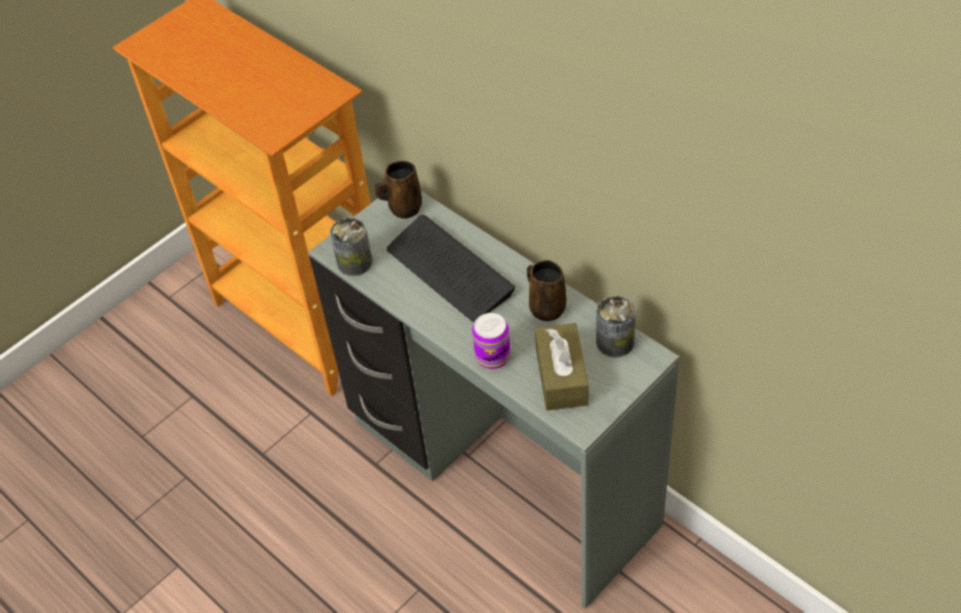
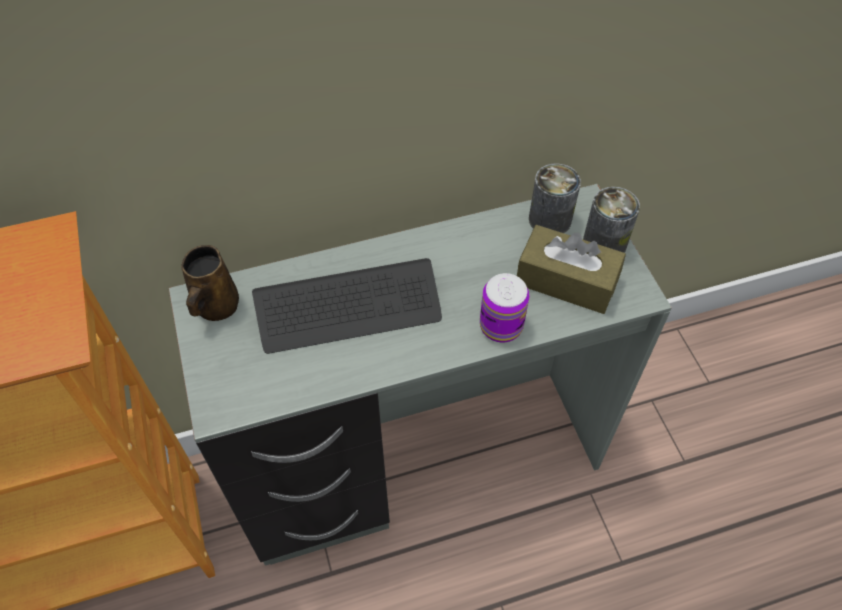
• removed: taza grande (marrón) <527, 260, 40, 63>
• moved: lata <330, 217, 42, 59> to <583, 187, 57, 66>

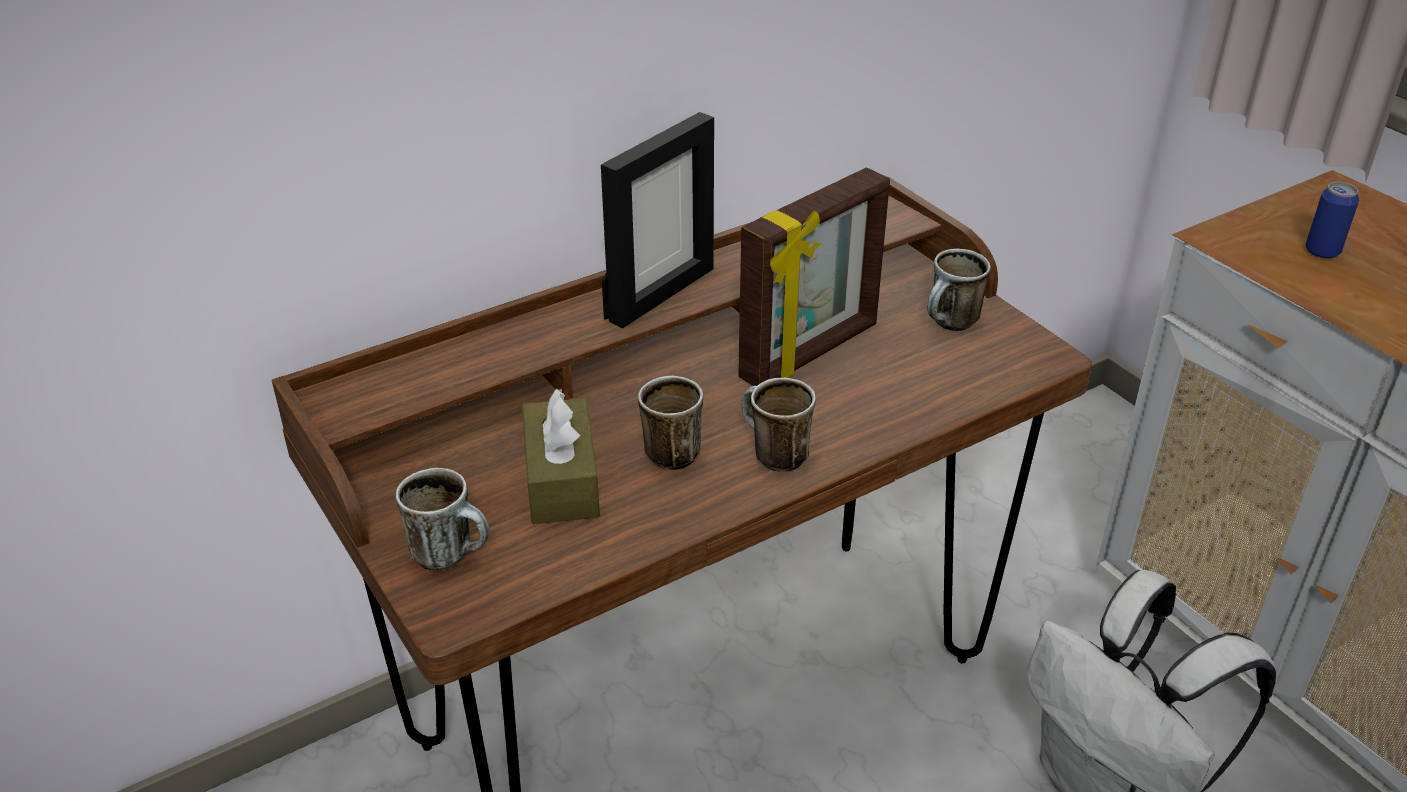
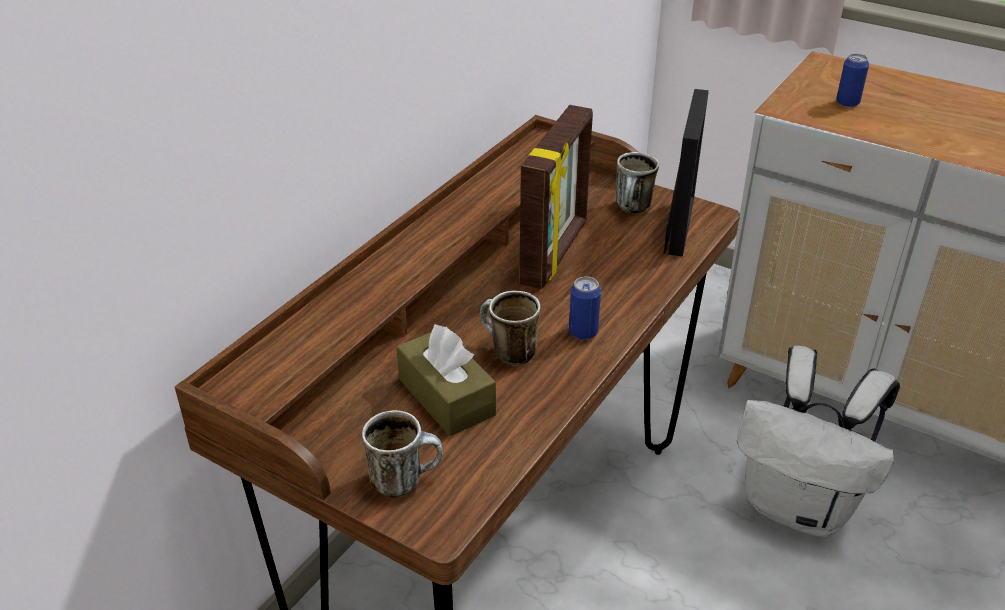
• moved: portarretratos <601, 112, 113, 216> to <664, 89, 45, 168>
• replaced: taza grande <741, 377, 75, 95> to lata <569, 276, 32, 64>

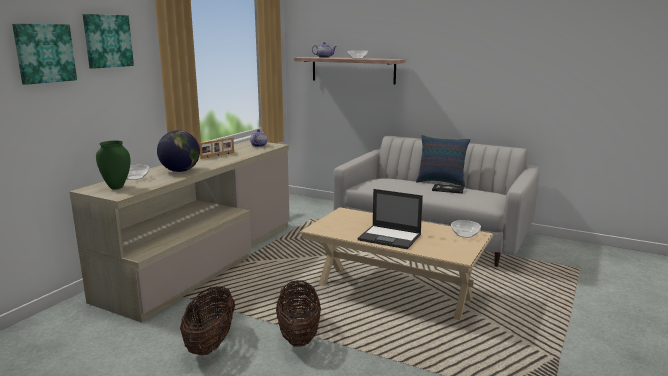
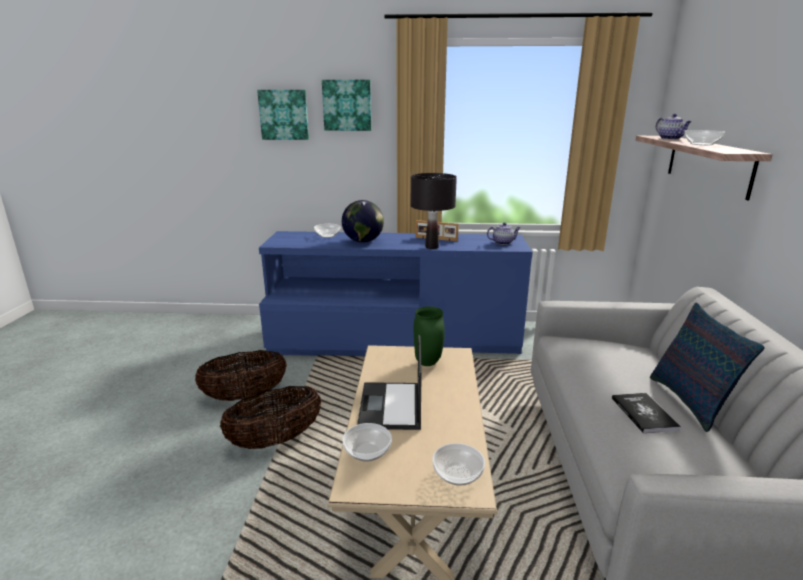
• added: cuenco <342, 423, 50, 39>
• added: lámpara de mesa (negro) <411, 173, 46, 76>
• moved: florero (verde) <96, 141, 35, 49> to <414, 306, 31, 60>
• recoloured: mueble de televisión (beis) <69, 140, 221, 183> to mueble de televisión (azul) <259, 231, 274, 125>

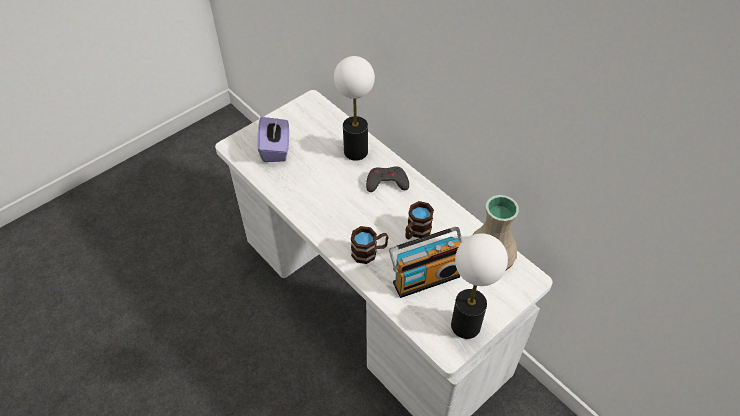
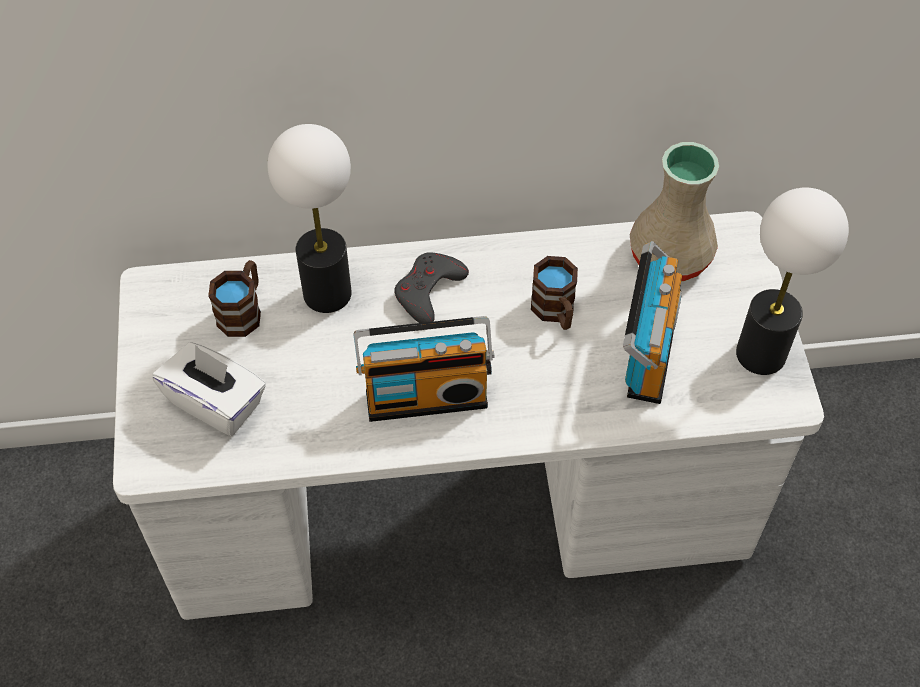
• added: radio <354, 316, 140, 106>
• moved: taza grande (marrón) <351, 226, 37, 38> to <208, 260, 53, 77>
• recoloured: caja de pañuelos (morado) <257, 117, 32, 45> to caja de pañuelos (blanco) <152, 342, 114, 94>

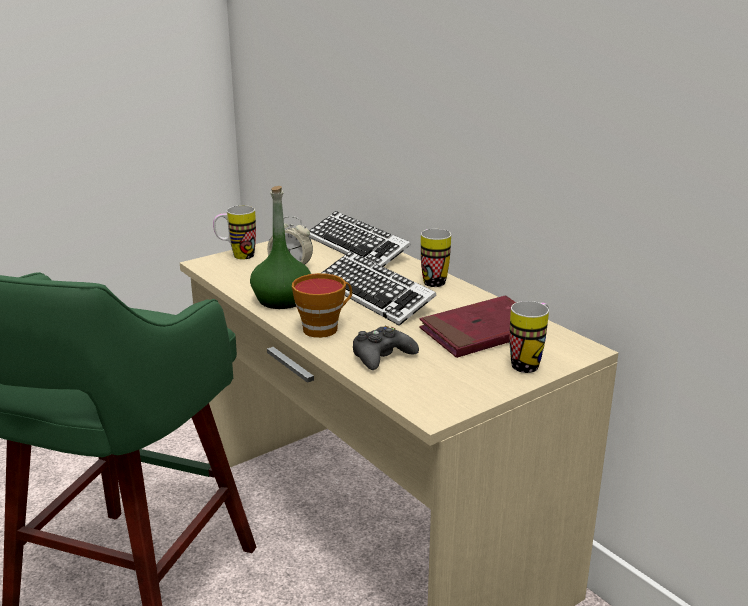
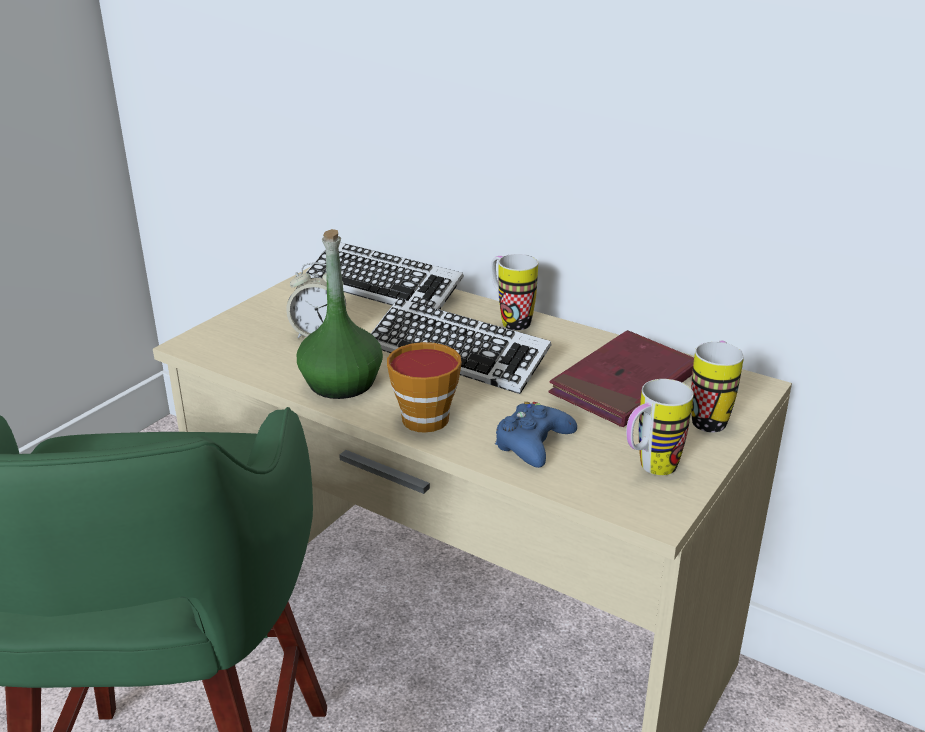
• moved: taza grande <213, 205, 43, 55> to <626, 379, 68, 96>
• recoloured: mando de consola (negro) <353, 326, 66, 44> to mando de consola (azul) <495, 402, 82, 66>

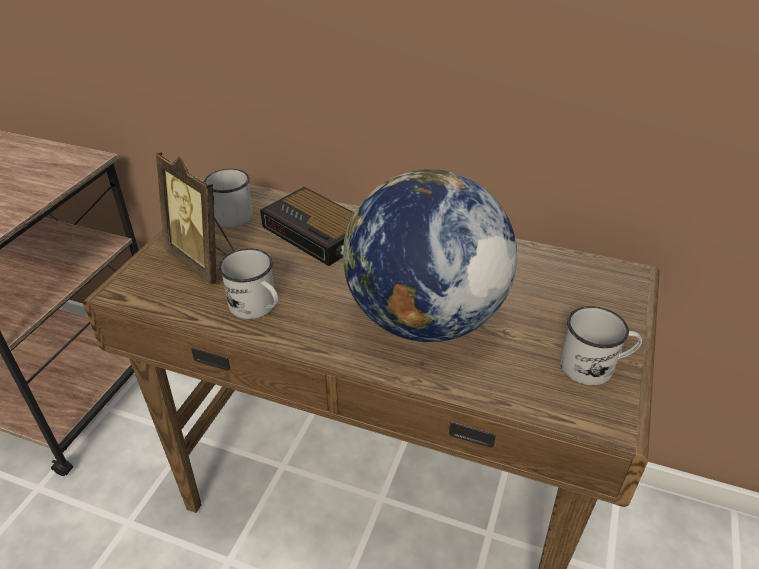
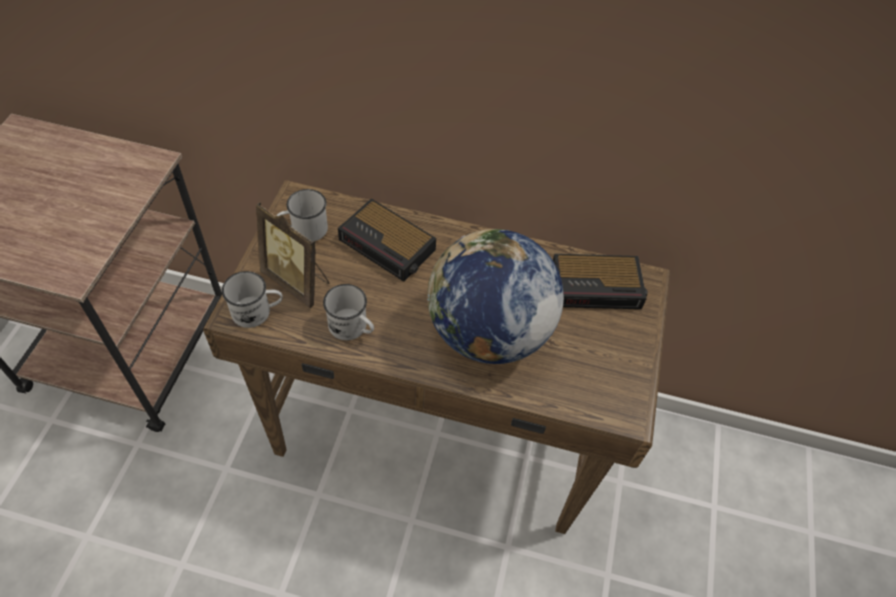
• added: despertador <553, 254, 95, 55>
• moved: taza grande (blanco) <560, 306, 82, 79> to <222, 271, 61, 57>

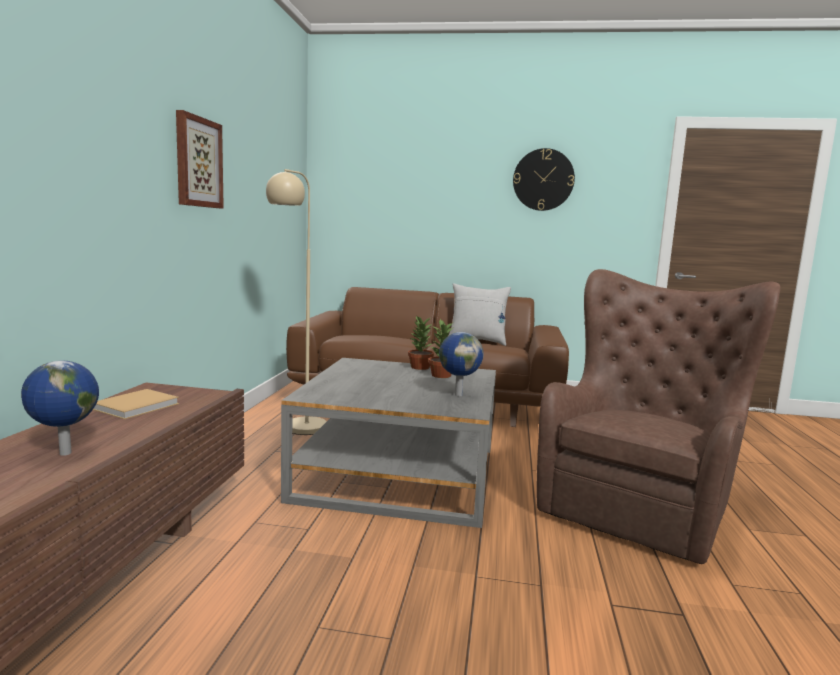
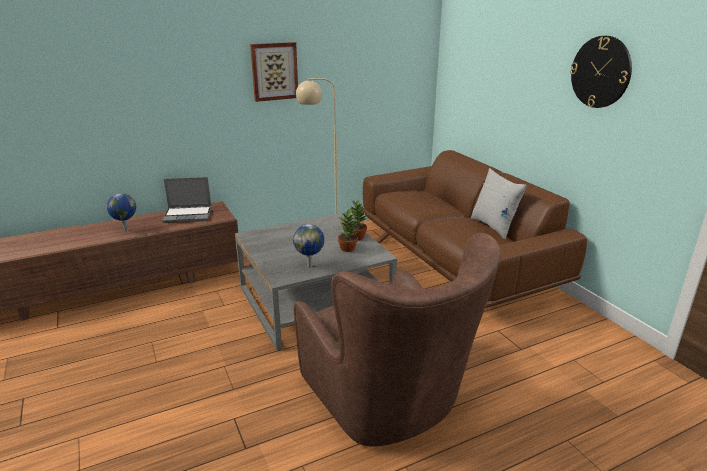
• replaced: libro (beis) <93, 389, 86, 30> to portátil <162, 177, 50, 46>
• turned: sillón (marrón) <536, 269, 244, 295> = <294, 233, 207, 214> 60 degrees clockwise

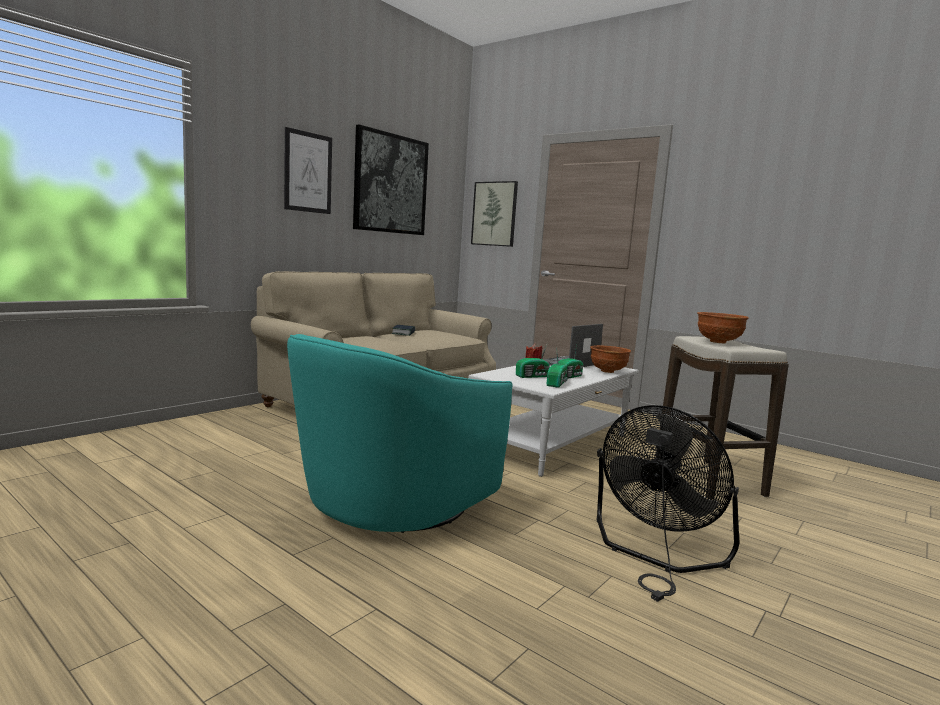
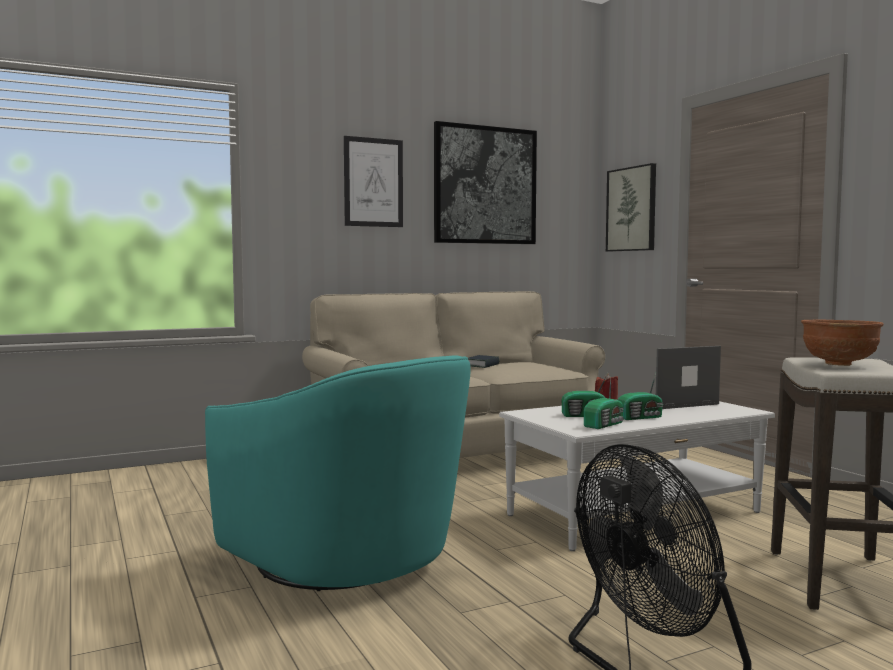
• removed: cuenco (marrón) <590, 345, 41, 28>
• turned: sillón (turquesa) <287, 334, 225, 199> = <205, 355, 266, 236> 105 degrees counterclockwise

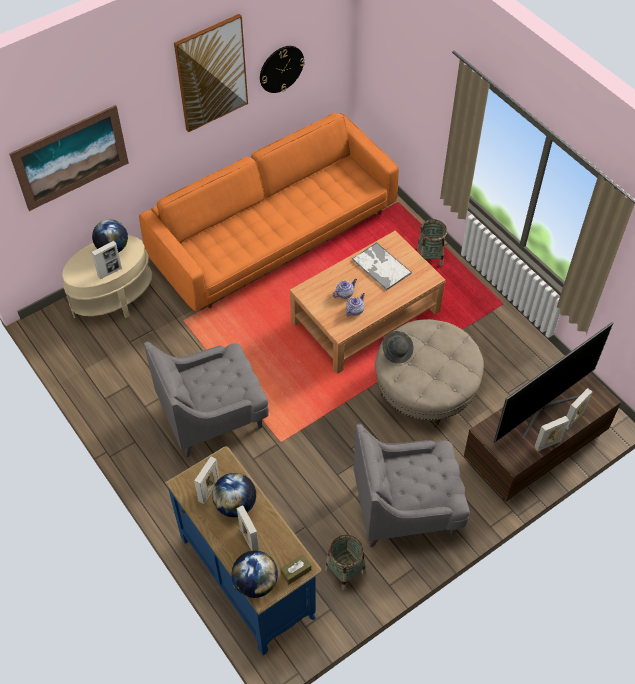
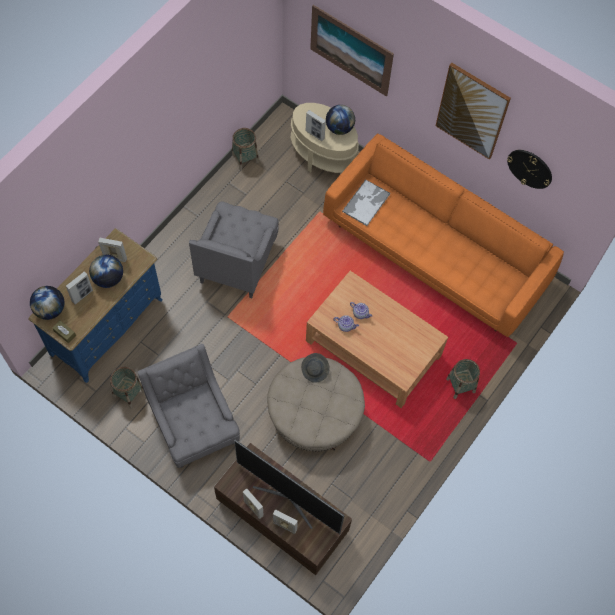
• added: cesta <232, 128, 27, 42>
• moved: bandeja <352, 242, 60, 49> to <342, 179, 48, 47>
• turned: sillón (gris) <144, 342, 125, 115> = <189, 201, 90, 97> 120 degrees counterclockwise

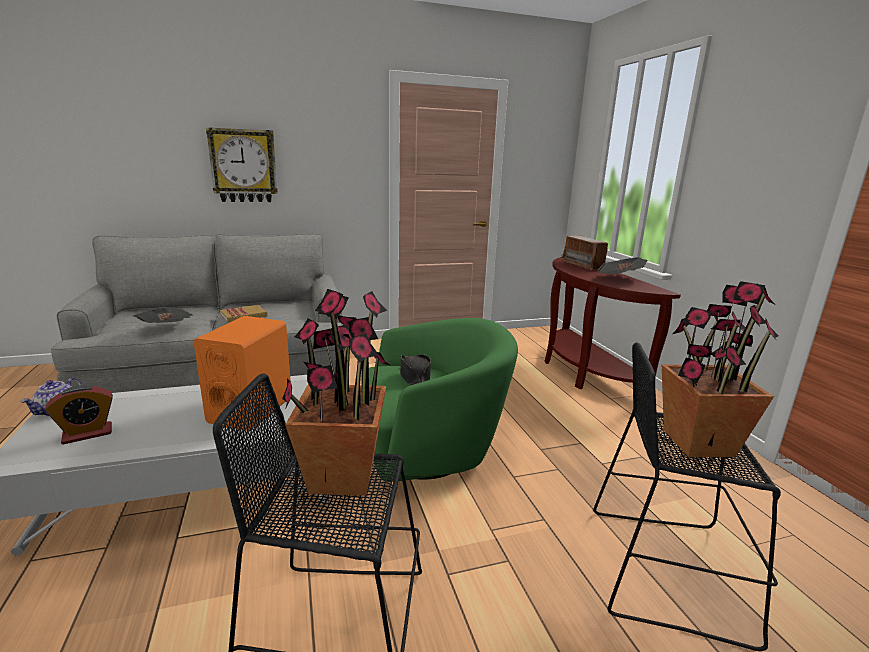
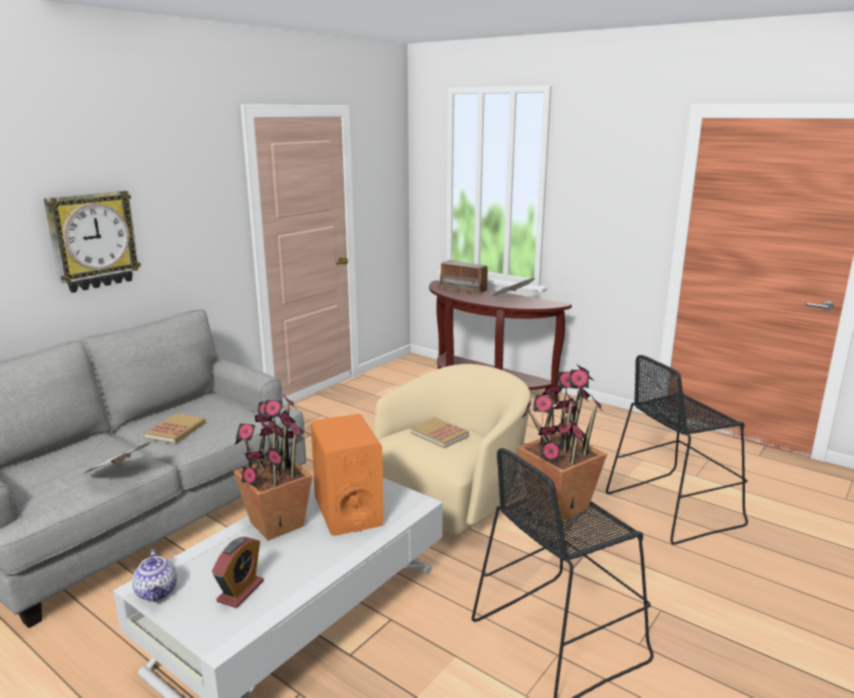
• moved: planta en maceta <662, 281, 117, 176> to <233, 393, 79, 148>
• replaced: sombrero (negro) <400, 354, 31, 32> to libro <411, 417, 58, 31>
• recoloured: sillón (verde) <369, 318, 149, 164> to sillón (beis) <374, 364, 157, 171>

